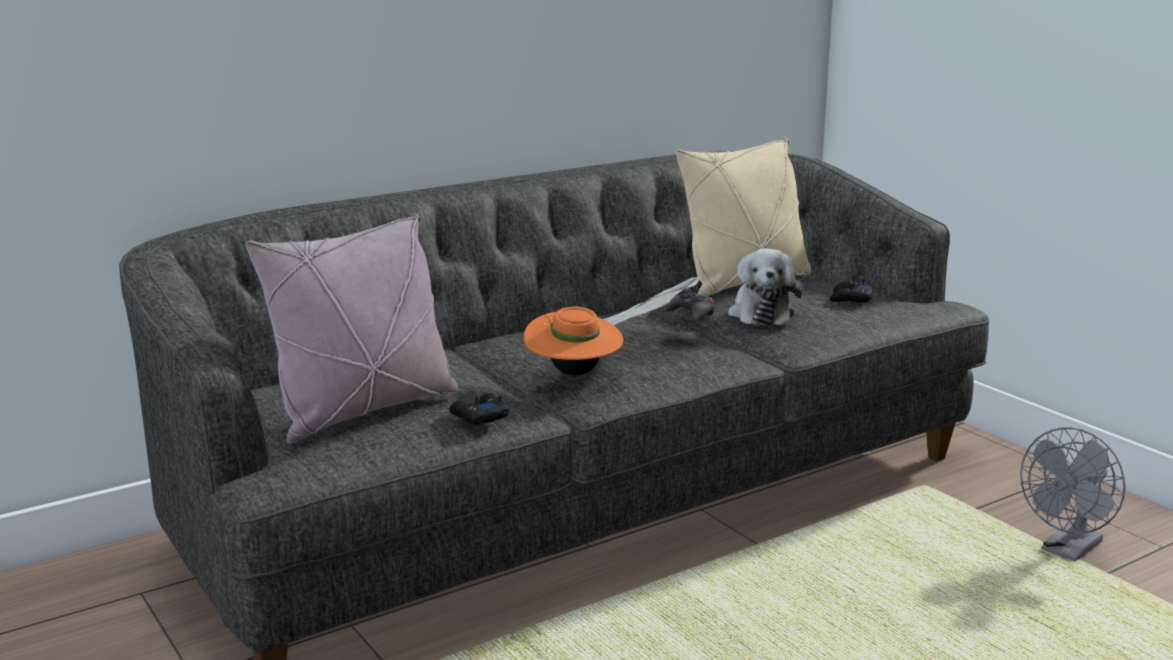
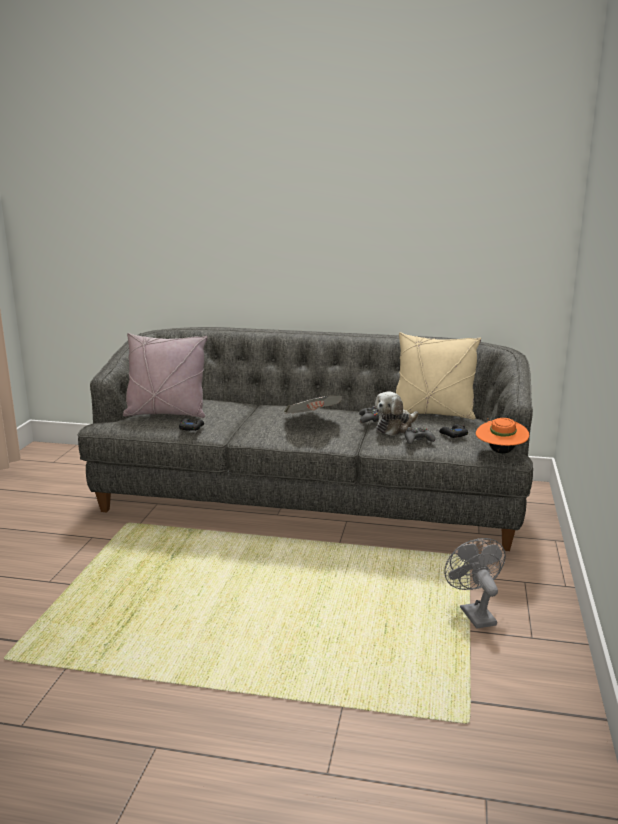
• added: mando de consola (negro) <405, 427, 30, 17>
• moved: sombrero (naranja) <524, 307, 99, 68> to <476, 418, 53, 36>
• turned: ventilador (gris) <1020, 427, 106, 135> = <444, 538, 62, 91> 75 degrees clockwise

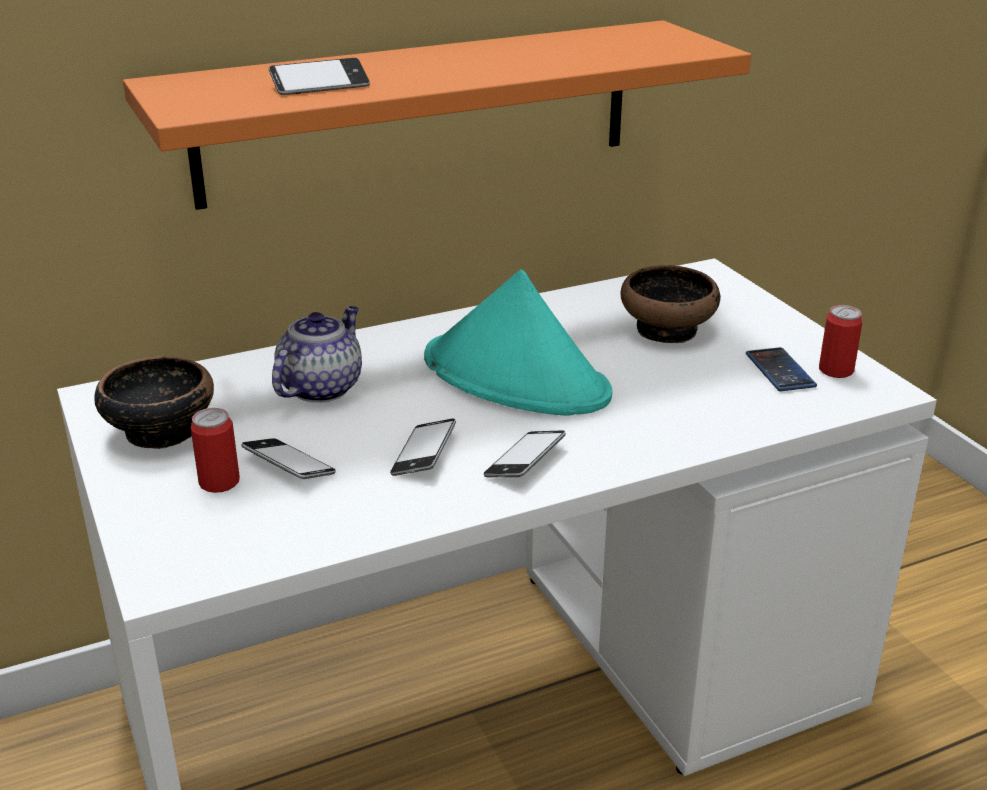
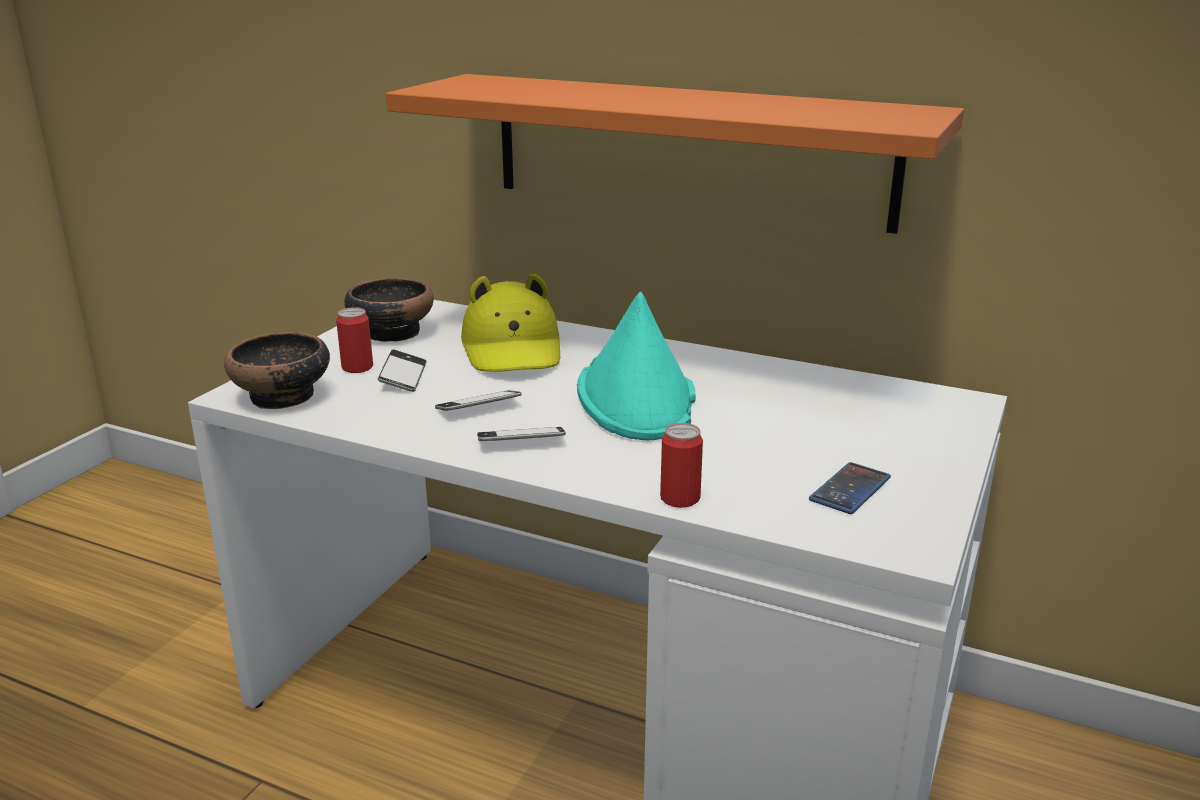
• removed: móvil <269, 58, 101, 37>
• moved: cuenco <620, 265, 100, 78> to <224, 332, 106, 77>
• moved: lata <819, 305, 43, 73> to <660, 423, 43, 85>
• replaced: tetera <272, 306, 90, 97> to sombrero (amarillo) <461, 274, 99, 98>

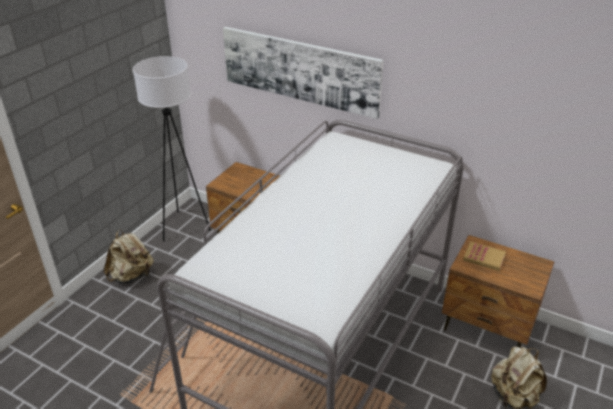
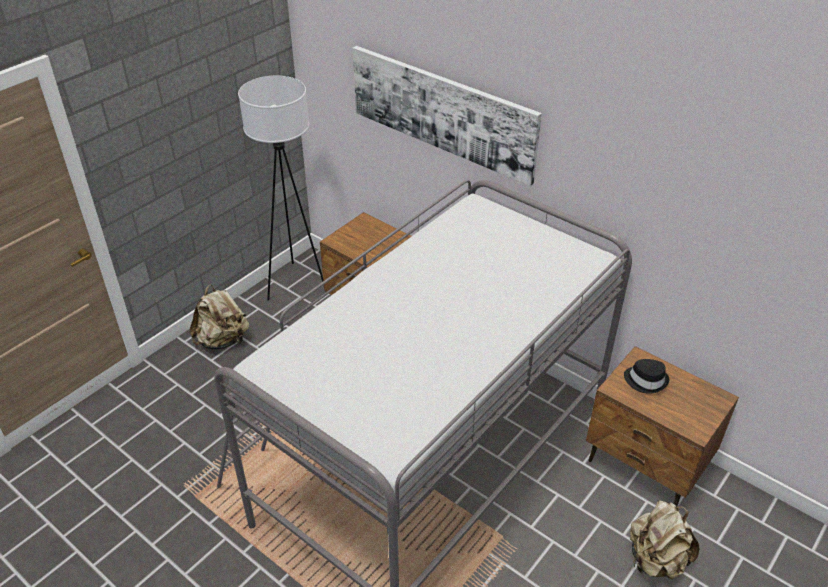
• replaced: libro <463, 241, 43, 30> to sombrero (negro) <624, 359, 46, 35>

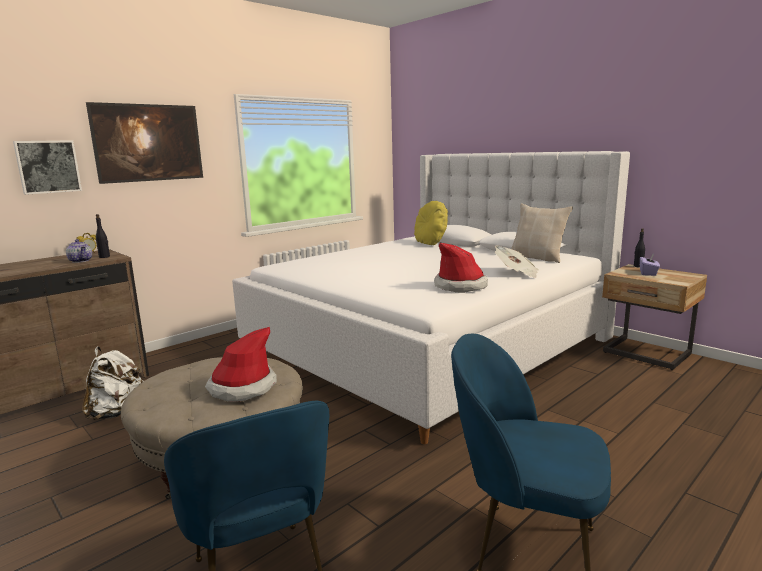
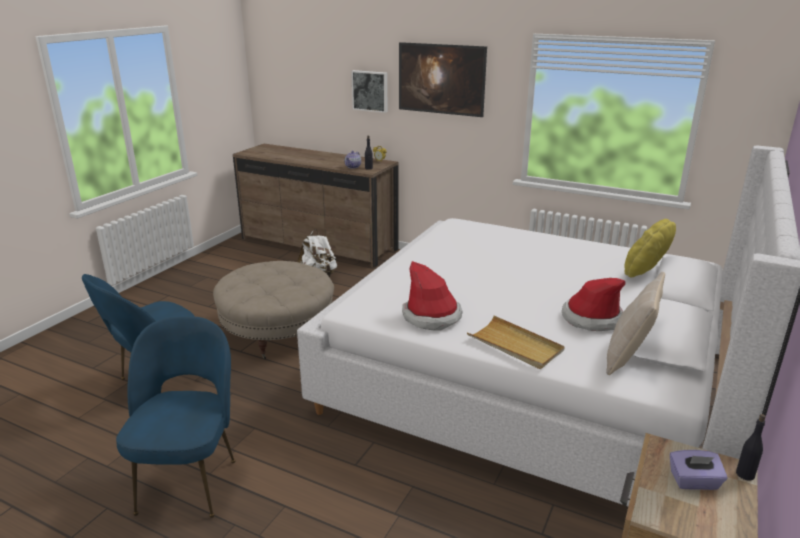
• moved: sombrero <205, 327, 72, 75> to <562, 278, 63, 53>
• replaced: periódico <495, 246, 43, 32> to bandeja (beis) <467, 316, 98, 53>

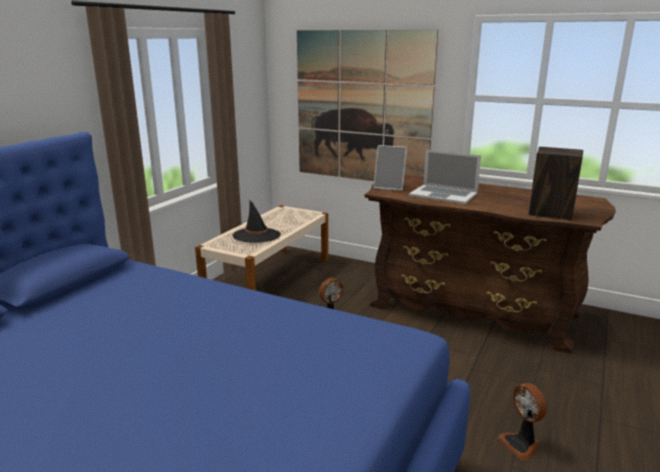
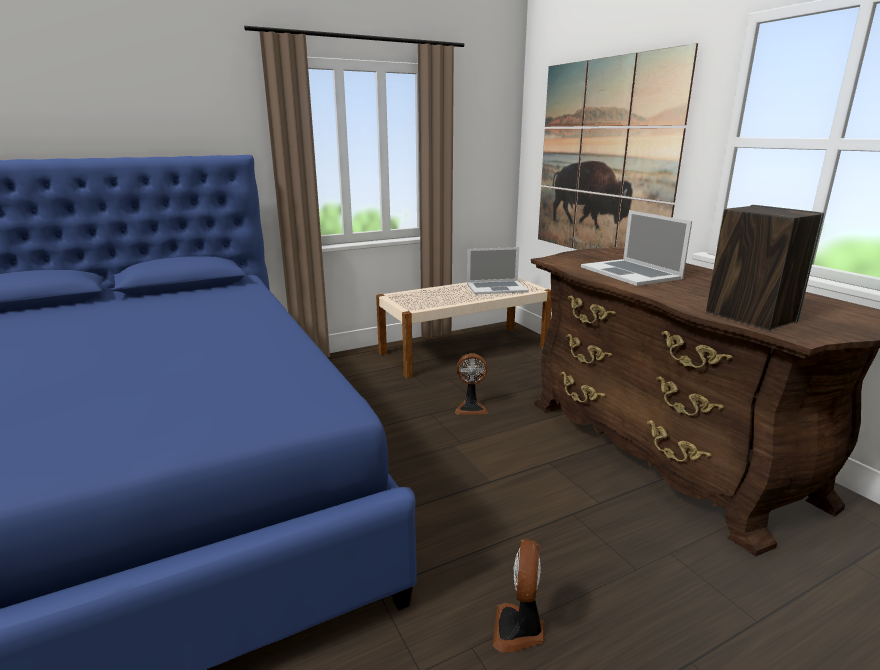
• removed: sombrero (negro) <232, 199, 49, 44>
• removed: portarretratos <373, 145, 34, 46>
• added: portátil <467, 247, 62, 48>

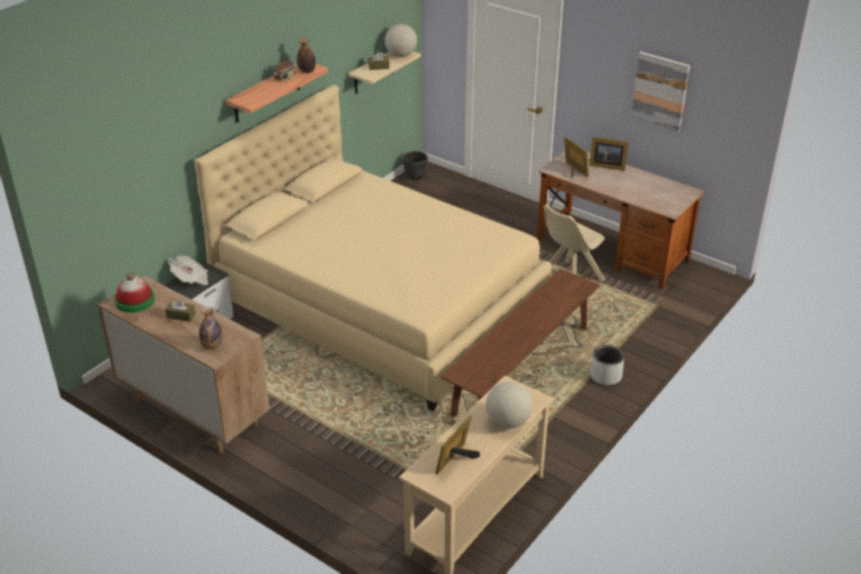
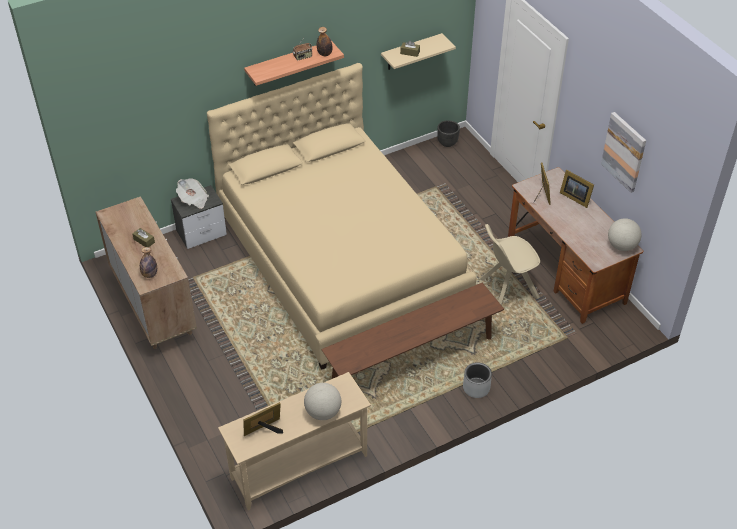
• removed: sombrero <114, 272, 41, 41>
• moved: globo terráqueo <385, 24, 32, 33> to <608, 218, 34, 33>

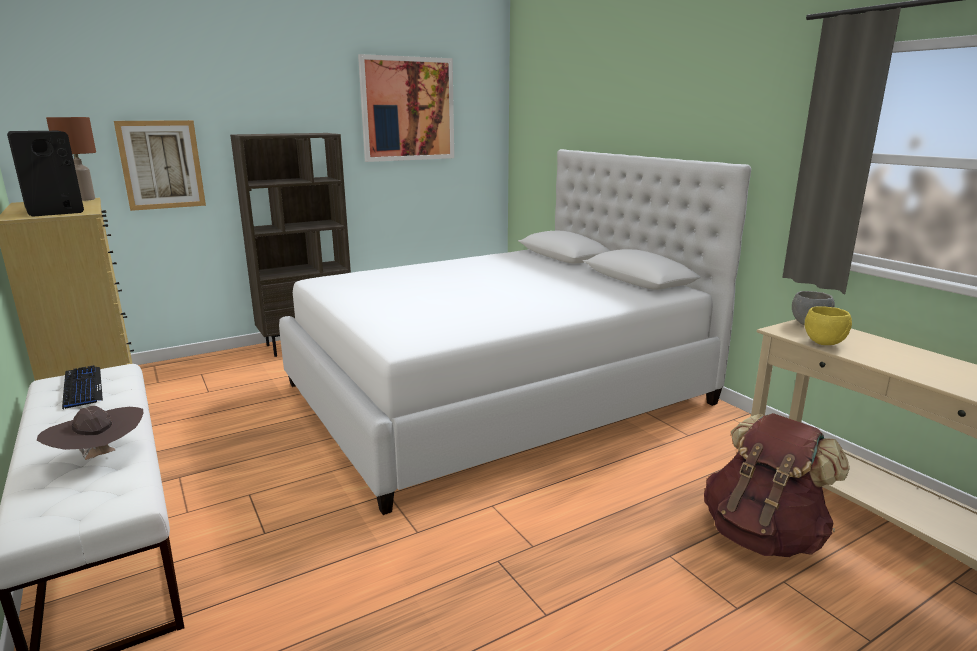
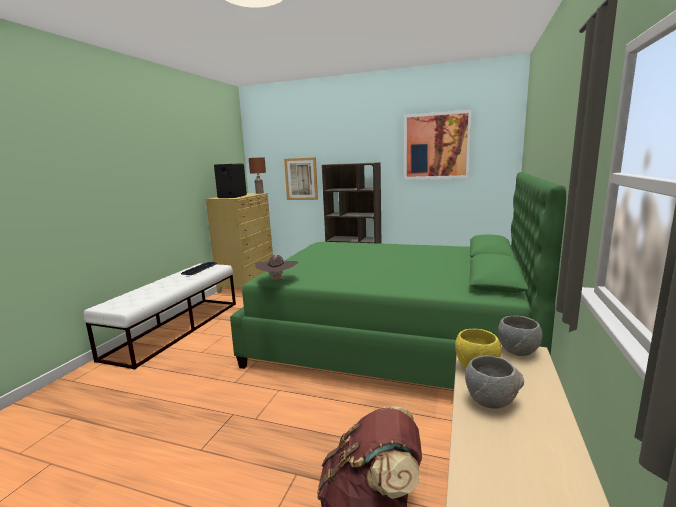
• added: cuenco (gris) <465, 355, 59, 54>
• moved: sombrero (marrón) <37, 406, 106, 54> to <255, 255, 44, 25>
• recoloured: cama (blanco) <279, 149, 472, 366> to cama (verde) <230, 172, 336, 217>

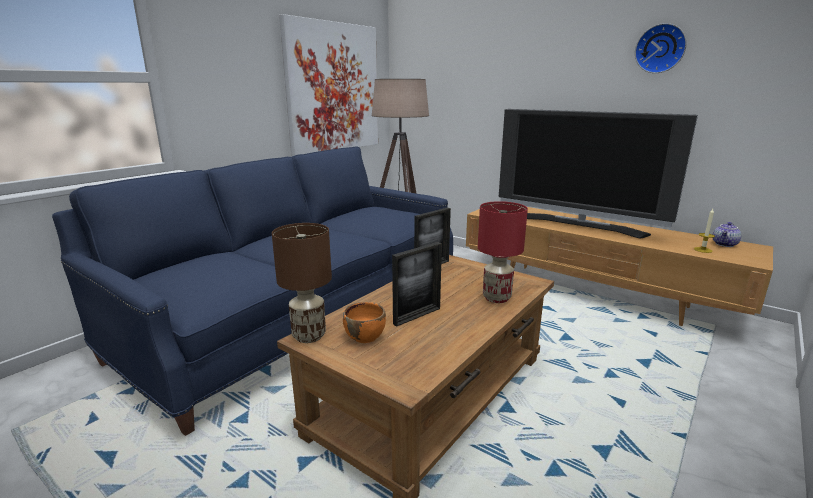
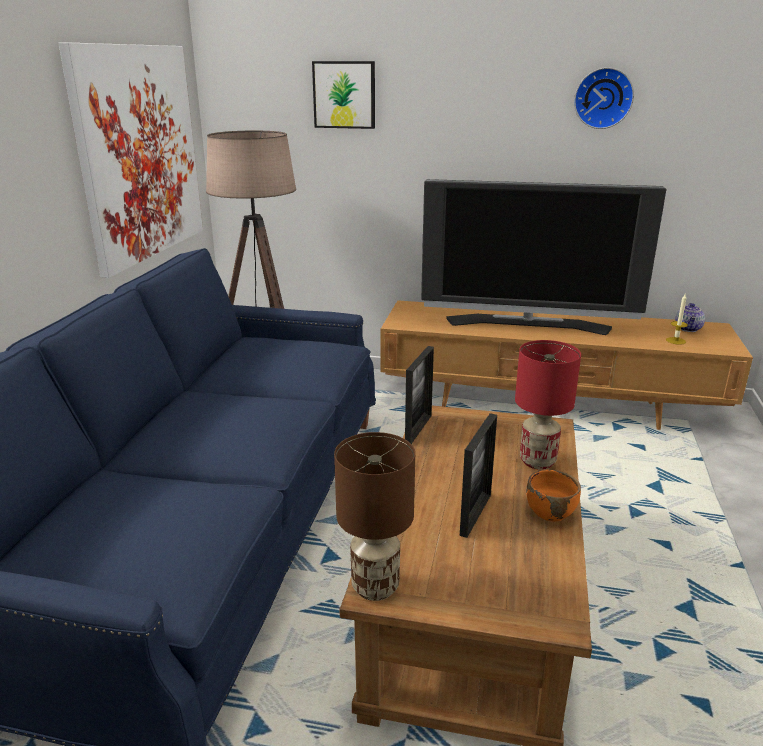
• added: cuadro <312, 61, 63, 68>
• moved: cuenco (naranja) <343, 302, 43, 41> to <526, 470, 55, 52>

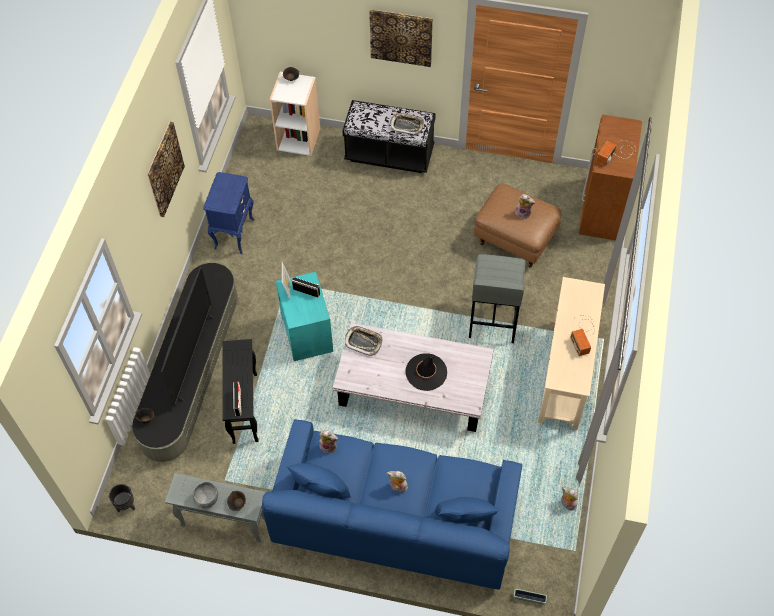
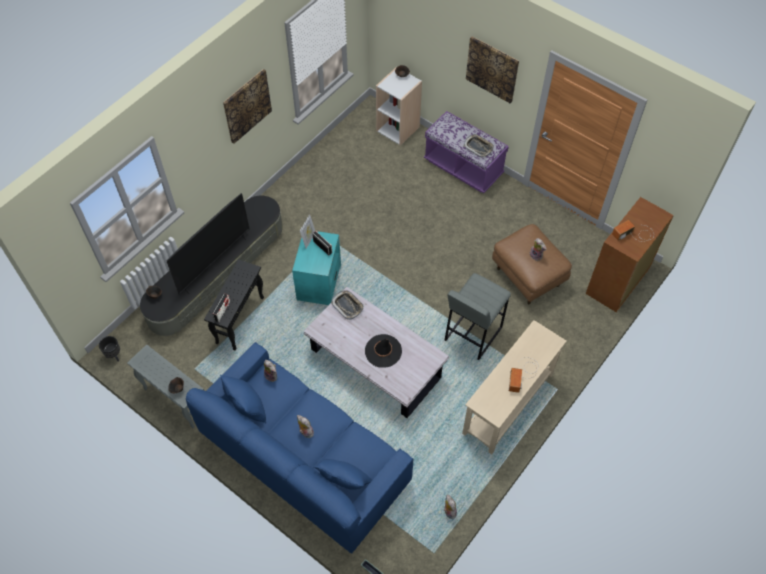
• removed: cuenco (gris) <193, 482, 25, 26>
• removed: mesita de noche (azul) <203, 172, 52, 82>
• recoloured: banco (negro) <342, 100, 94, 73> to banco (morado) <424, 111, 85, 82>

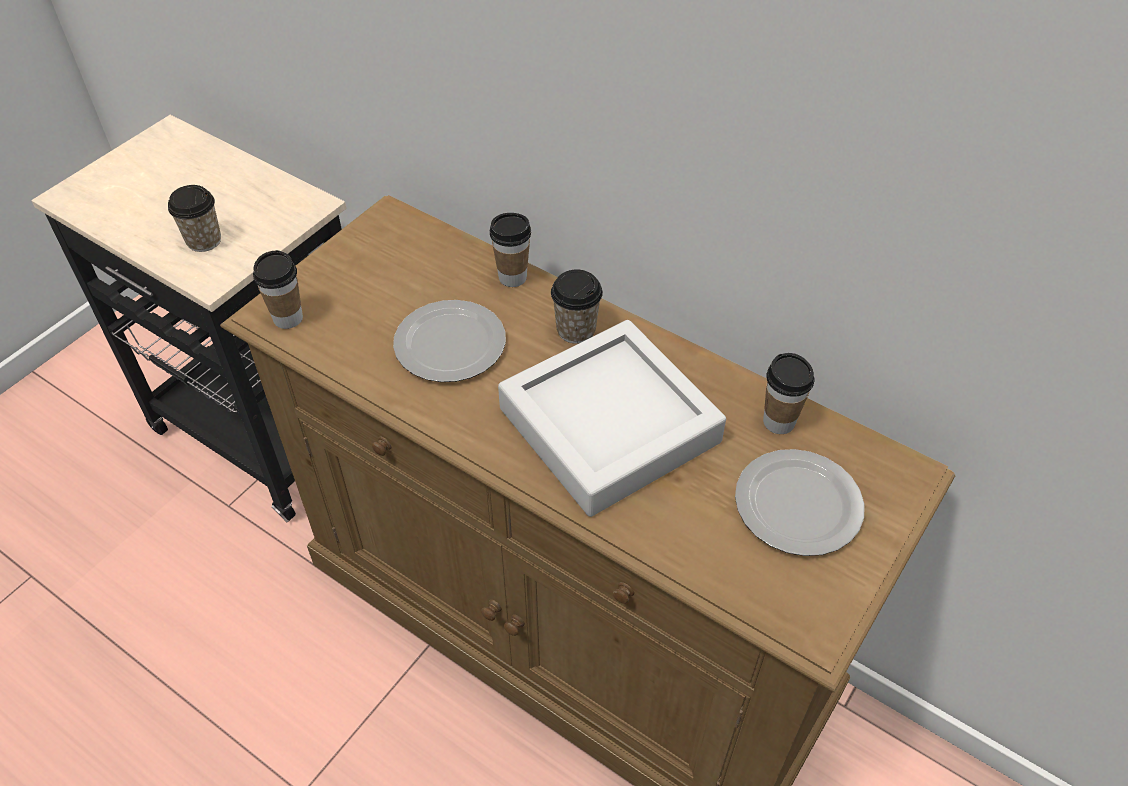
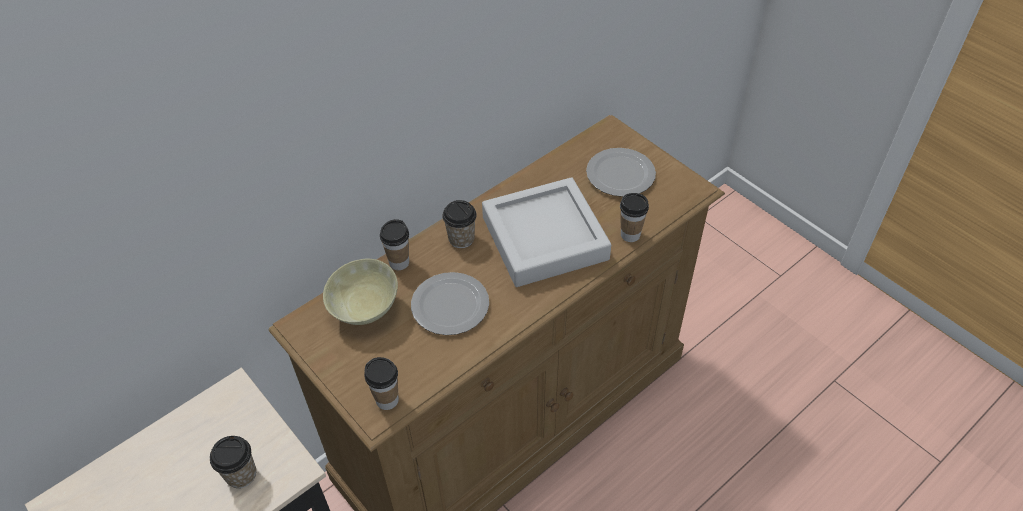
• added: cuenco (beis) <323, 259, 75, 66>
• moved: taza <763, 353, 51, 81> to <620, 193, 29, 49>

